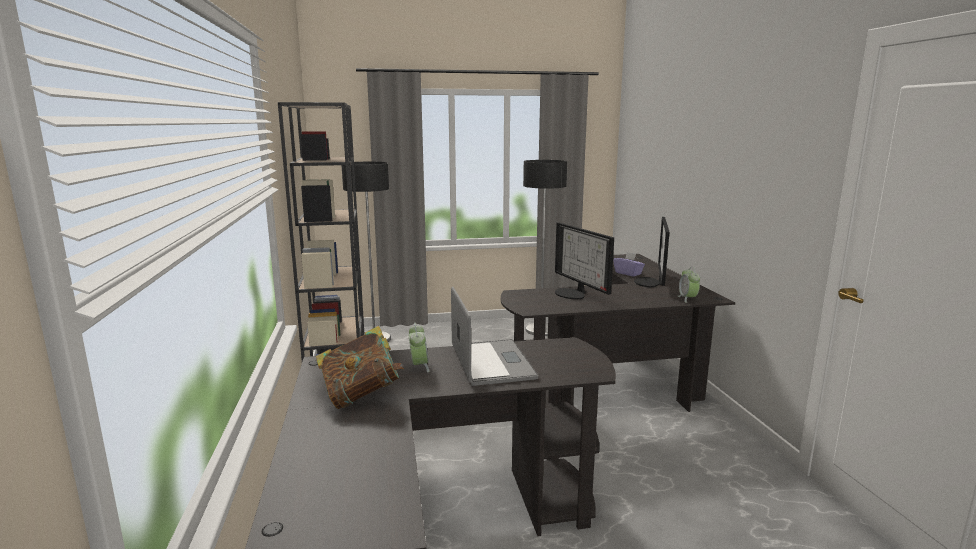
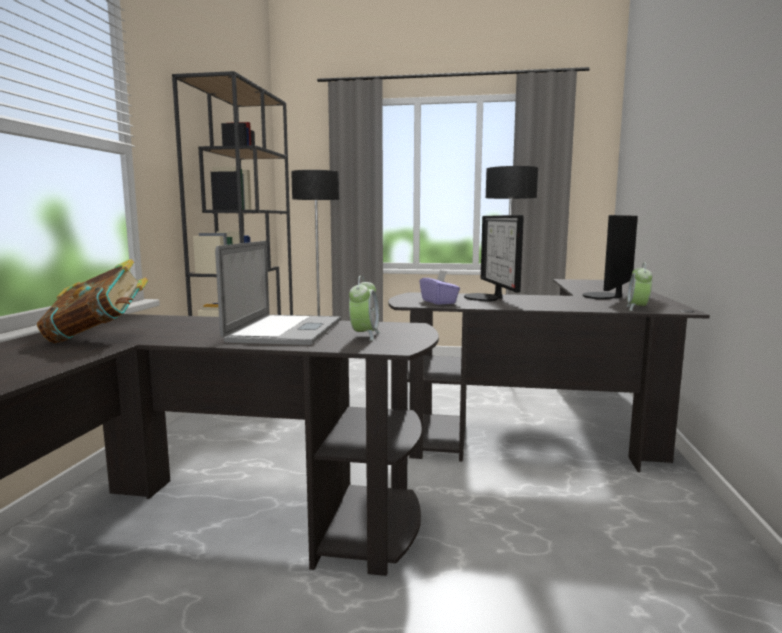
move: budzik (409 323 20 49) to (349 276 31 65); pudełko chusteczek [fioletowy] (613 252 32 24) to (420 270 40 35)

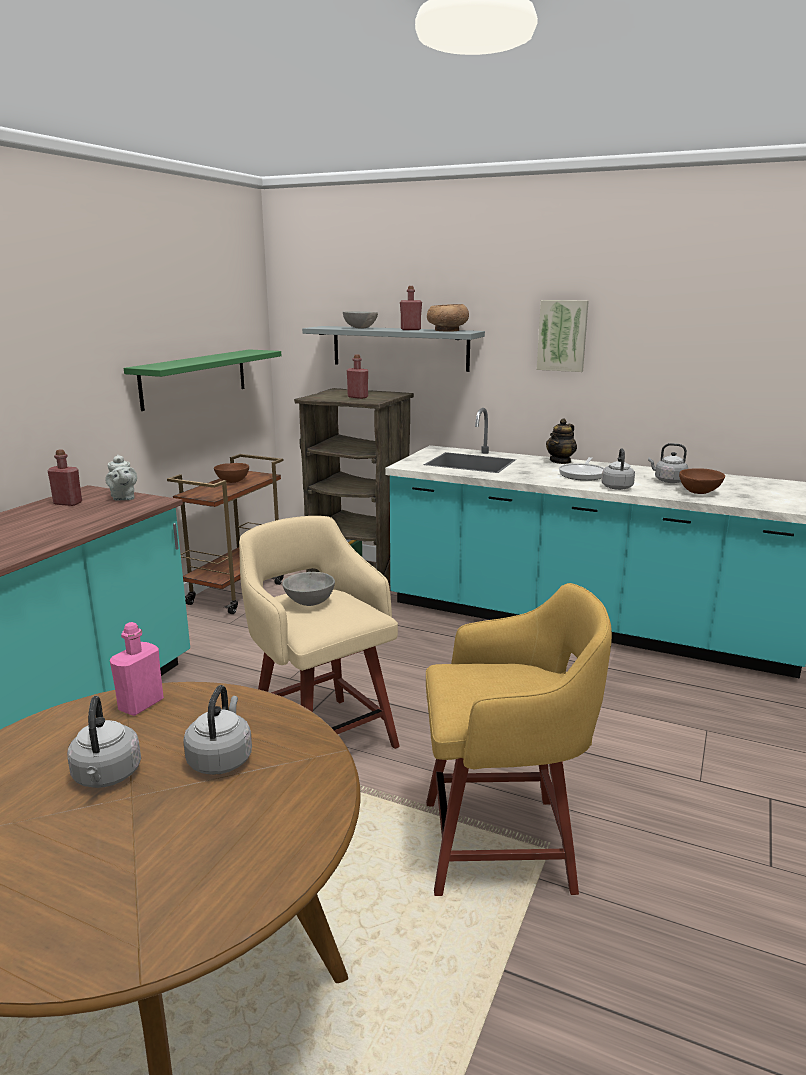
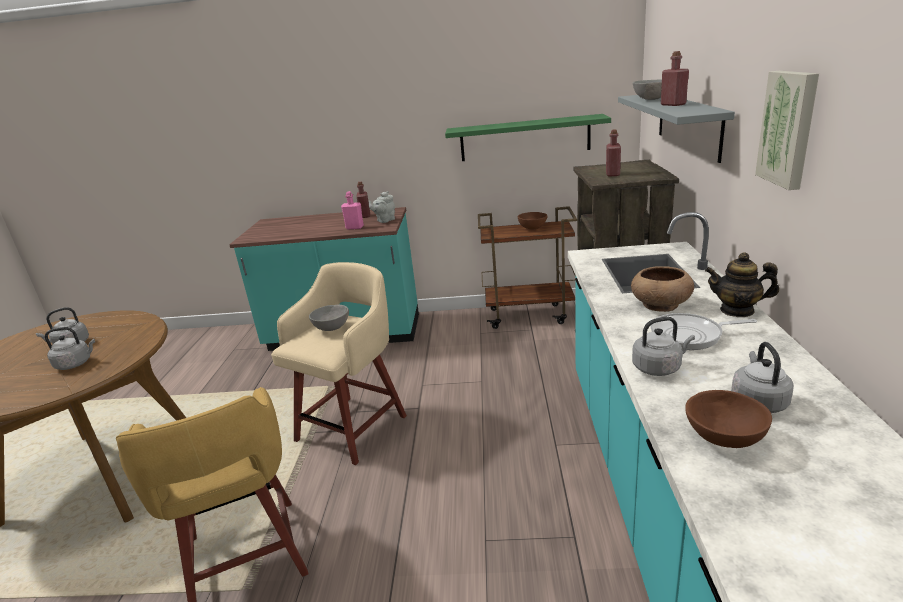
move: butelka [różowy] (110 622 54 94) to (341 191 23 38); miska [brązowy] (427 304 42 28) to (631 266 63 46)

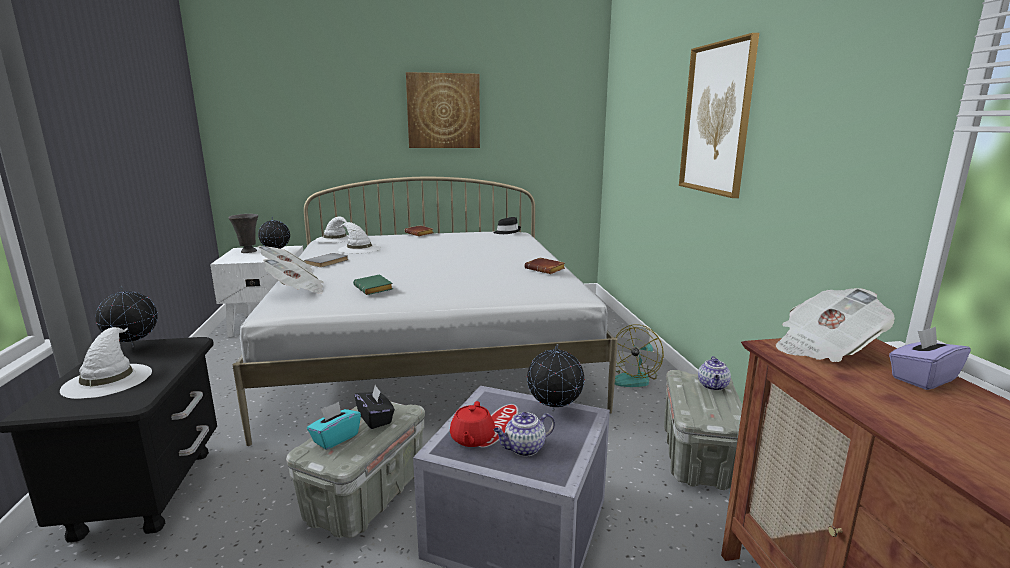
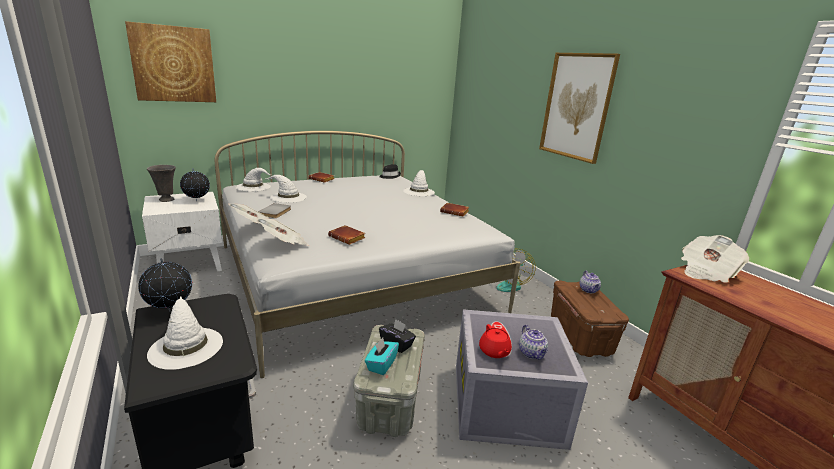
delete: globus (527 344 58 68); pudełko chusteczek [fioletowy] (889 326 82 64)
insert: kapelusz [biały] (403 170 32 26)
move: obraz (406 72 74 76) to (125 21 91 81)
recolor: książka [zielony] (353 274 40 21) to książka [brązowy] (328 225 37 20); pojemnik do przechowywania [szary] (664 370 79 120) to pojemnik do przechowywania [brązowy] (551 281 78 76)
rotate: imbryk (494 412 61 45) = (519 325 29 35) 60 degrees counterclockwise

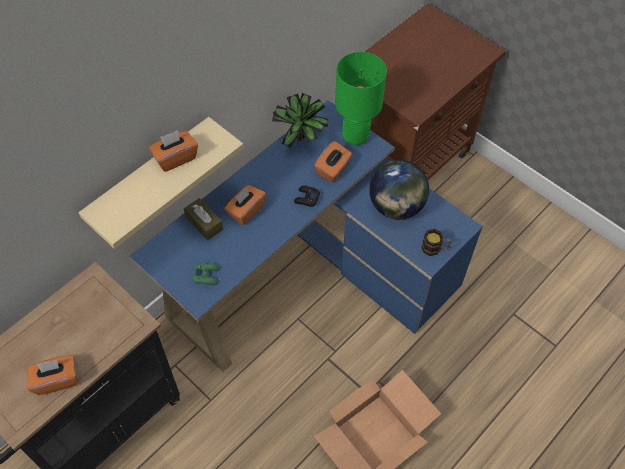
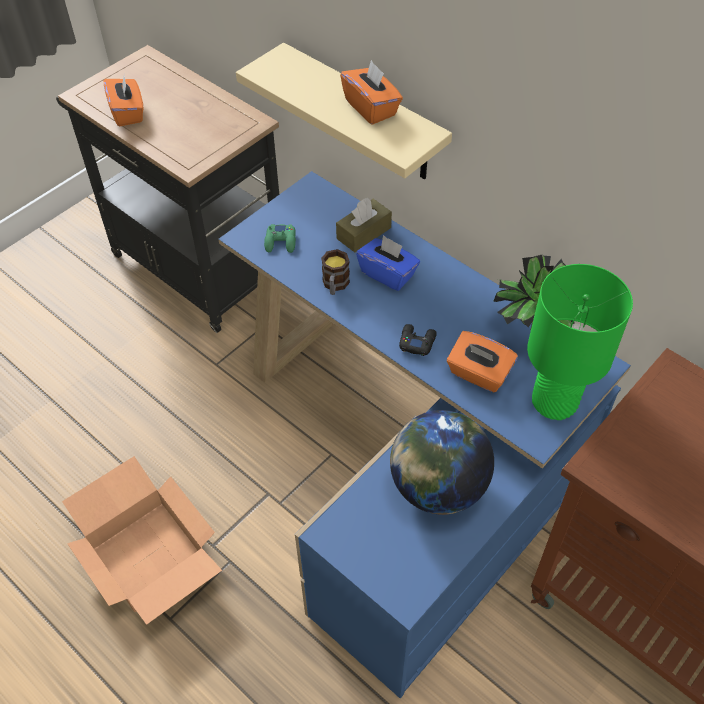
move: kubek (421 229 31 27) to (321 249 29 46)
recolor: pudełko chusteczek [pomarańczowy] (224 185 42 40) to pudełko chusteczek [niebieski] (356 235 64 56)

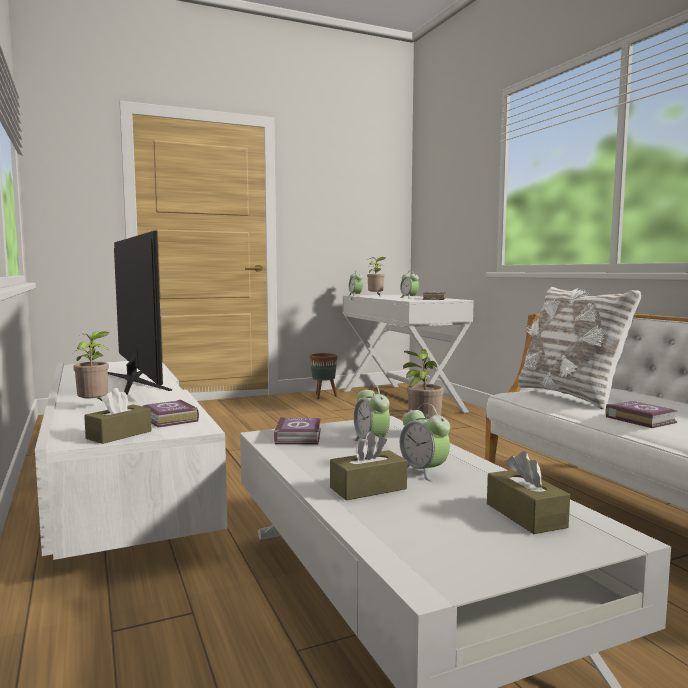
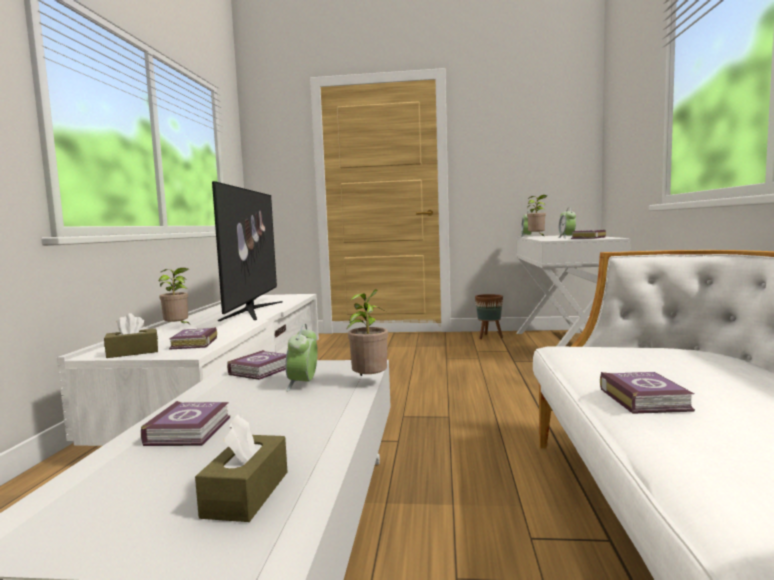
delete: budzik (400 403 50 79); poduszka [biały] (518 287 123 122)
replace: pudełko chusteczek [brązowy] (330 432 77 68) to książka (141 401 89 45)

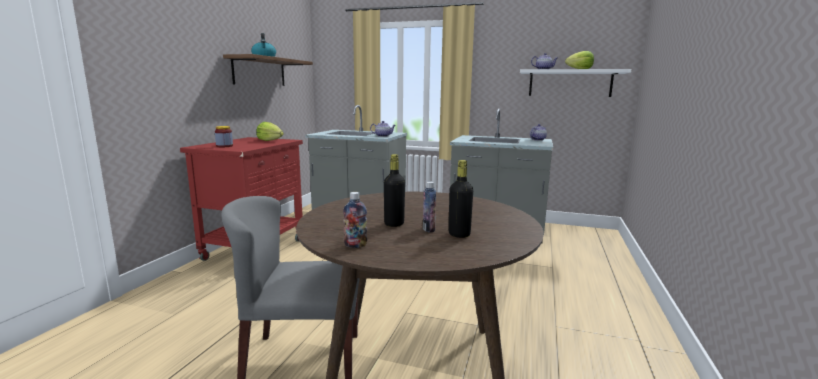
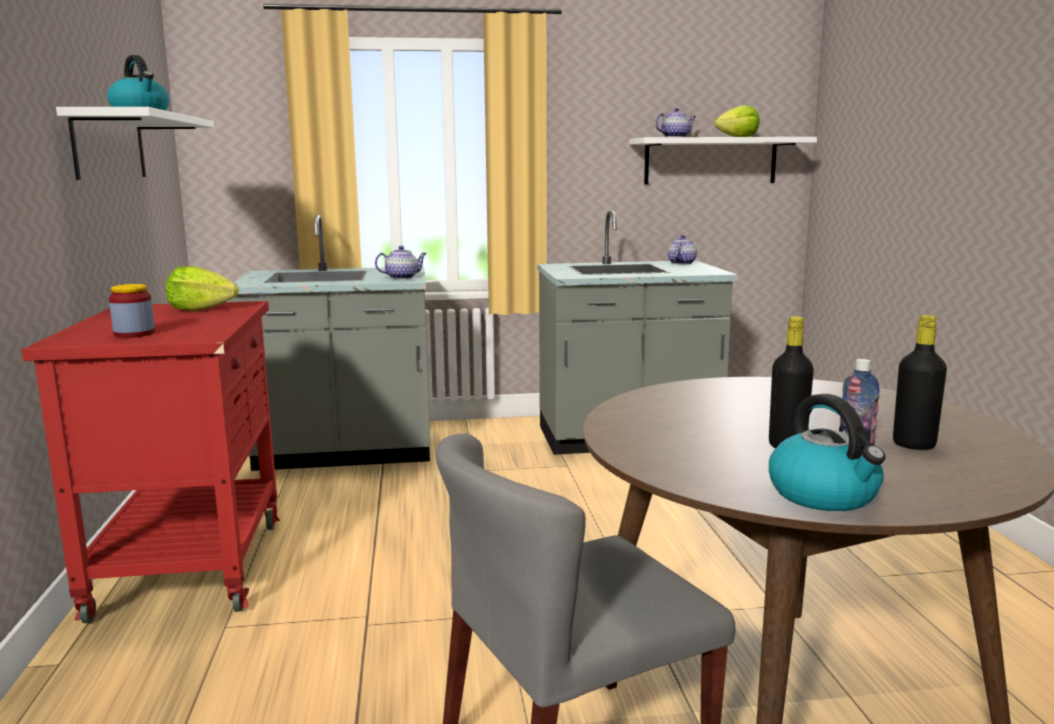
replace: butelka (343 192 24 56) to czajnik (769 394 116 117)
recolor: półka [brązowy] (223 54 90 32) to półka [biały] (56 107 158 73)

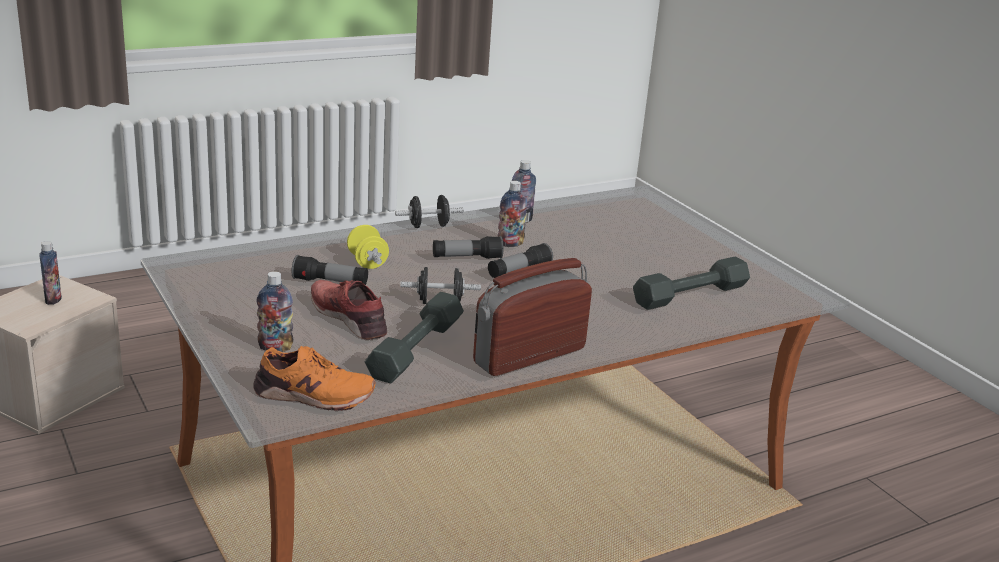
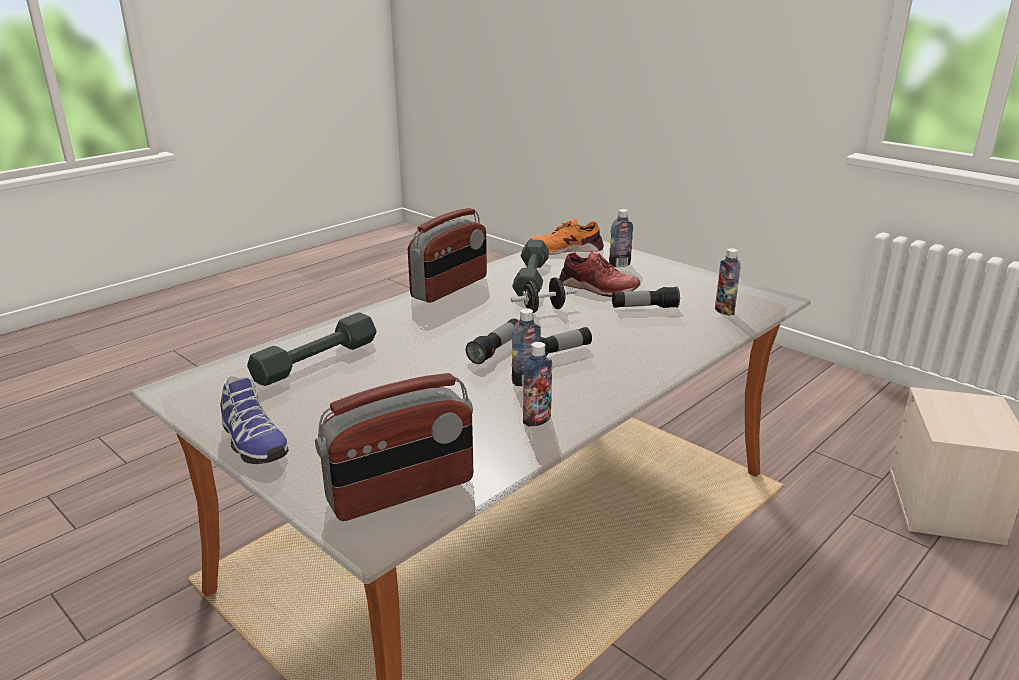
delete: hantel [żółty] (347 225 42 44); hantel [czarny] (395 195 69 33)
insert: but (220 375 69 89); radio (315 373 158 148)
move: butelka (39 241 23 64) to (715 248 26 68)

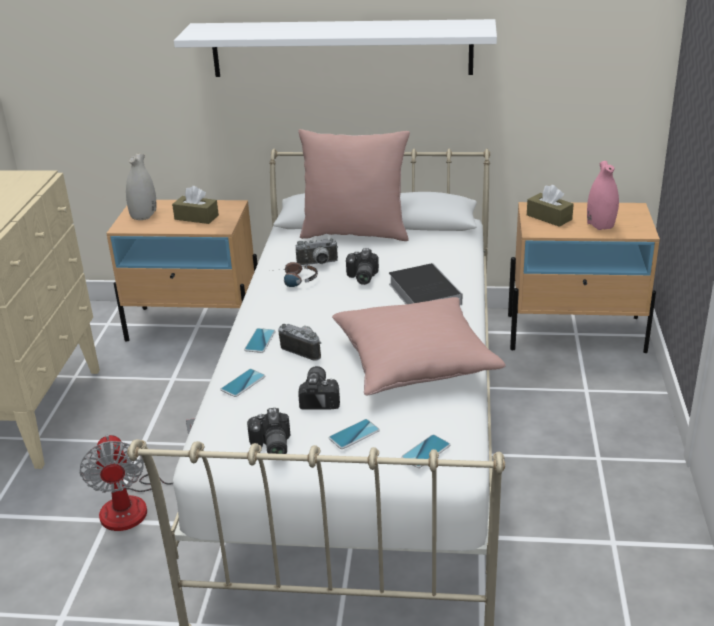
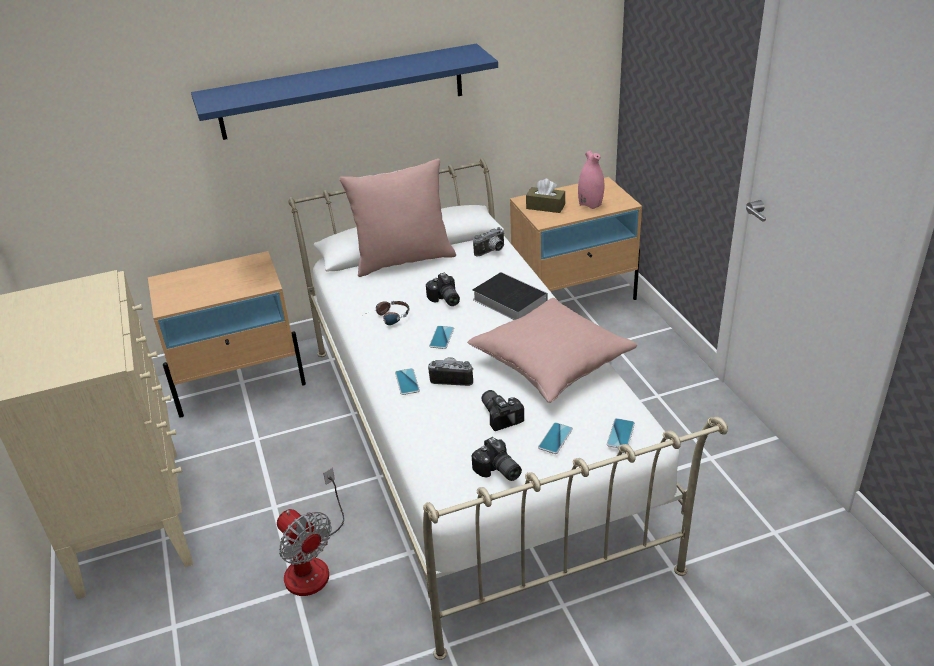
delete: wazon [biały] (126 154 30 66); pudełko chusteczek [brązowy] (172 186 47 38)
move: telefon (221 369 44 28) to (429 326 25 23); aparat fotograficzny (296 238 42 27) to (473 227 32 29)
recolor: półka [biały] (174 19 323 58) to półka [niebieski] (191 43 307 97)

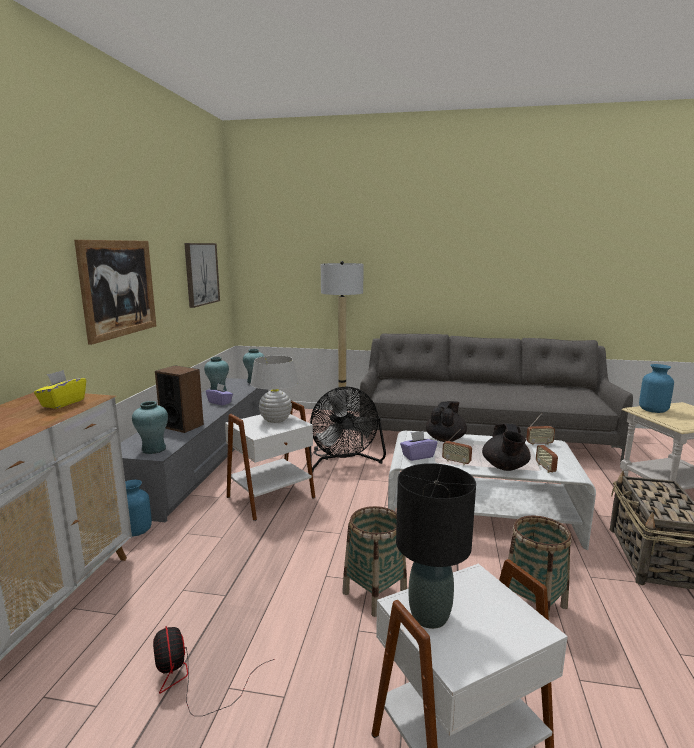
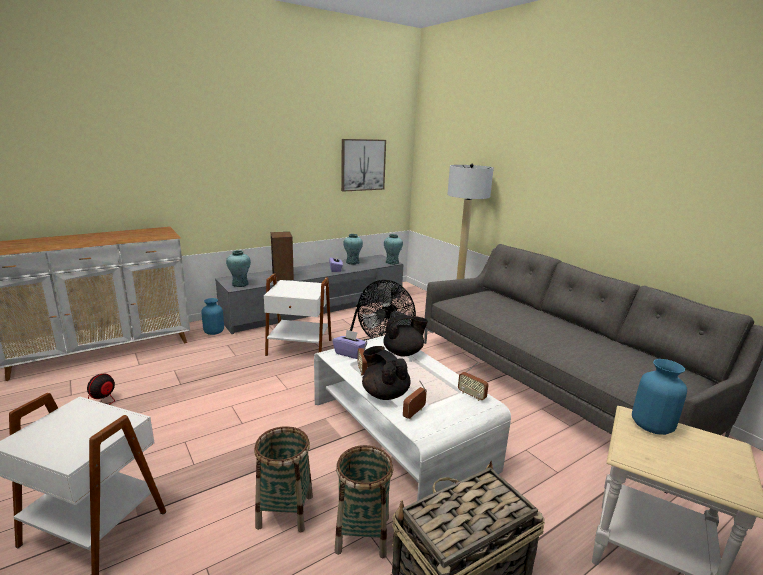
delete: pudełko chusteczek [żółty] (34 370 52 39); obraz (74 240 82 105); lampa stołowa [biały] (250 356 48 67); lampa stołowa [czarny] (396 463 80 166)
move: koszyk (342 506 65 111) to (335 445 58 113)
rotate: imbryk [czarny] (482 424 49 47) = (362 346 49 54) 90 degrees clockwise

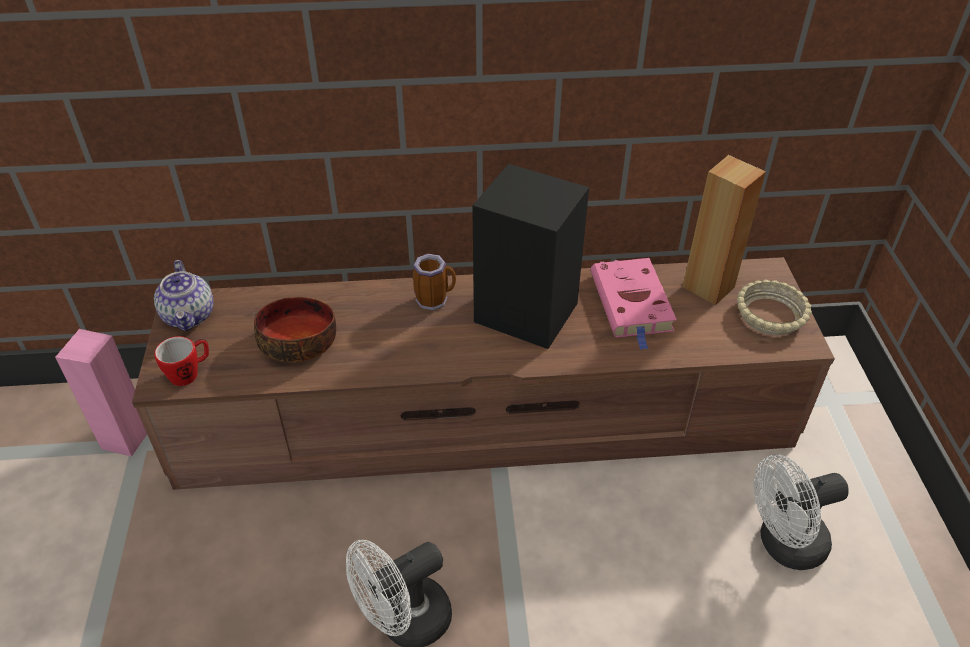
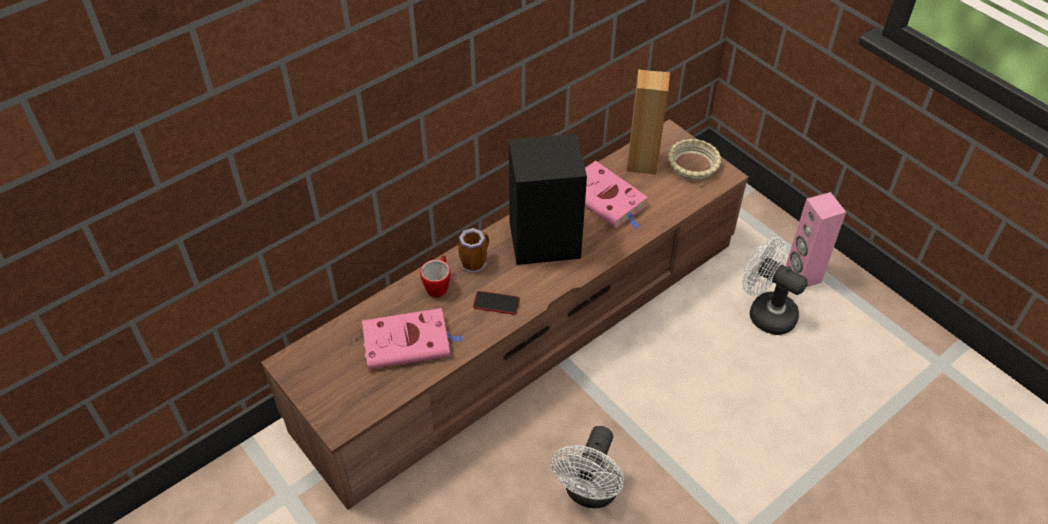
delete: imbryk (154 260 60 71)
insert: telefon (473 291 47 24)
move: głośnik [różowy] (55 329 92 128) to (786 192 60 95); kubek (154 336 55 50) to (420 256 31 41)
replace: miska (254 297 82 65) to książka [różowy] (362 308 102 62)
rotate: wentylator [biały] (754 455 95 115) = (742 237 66 98) 90 degrees clockwise

